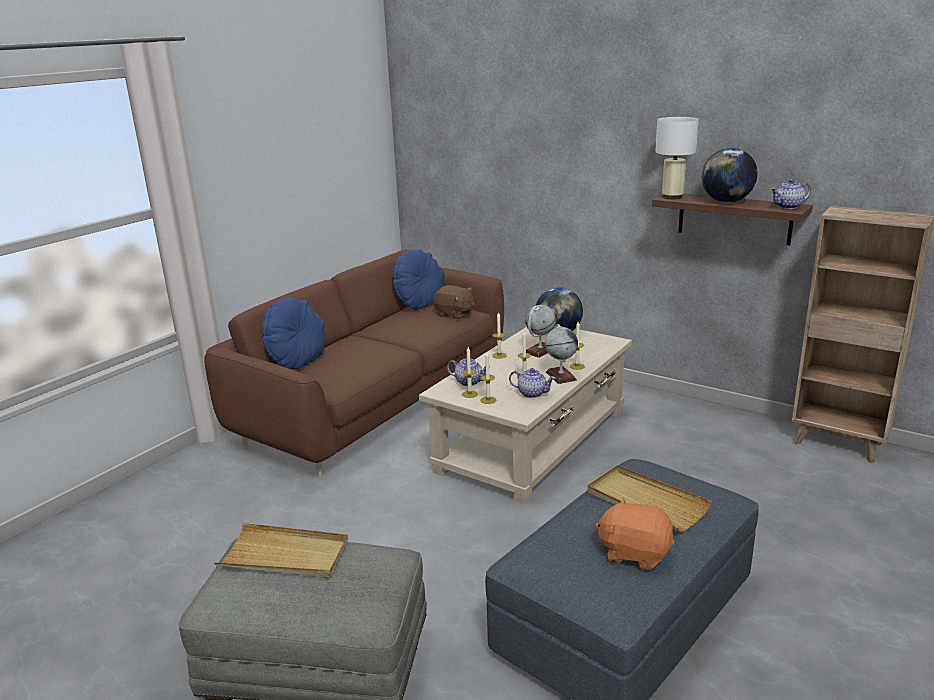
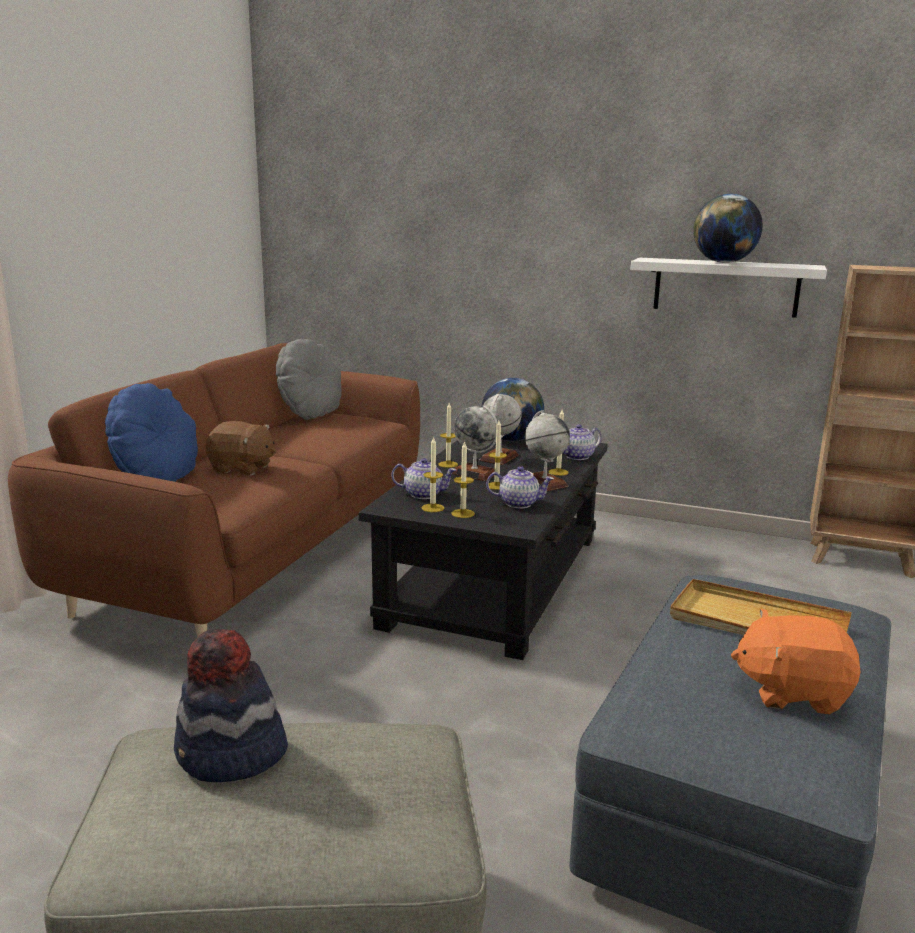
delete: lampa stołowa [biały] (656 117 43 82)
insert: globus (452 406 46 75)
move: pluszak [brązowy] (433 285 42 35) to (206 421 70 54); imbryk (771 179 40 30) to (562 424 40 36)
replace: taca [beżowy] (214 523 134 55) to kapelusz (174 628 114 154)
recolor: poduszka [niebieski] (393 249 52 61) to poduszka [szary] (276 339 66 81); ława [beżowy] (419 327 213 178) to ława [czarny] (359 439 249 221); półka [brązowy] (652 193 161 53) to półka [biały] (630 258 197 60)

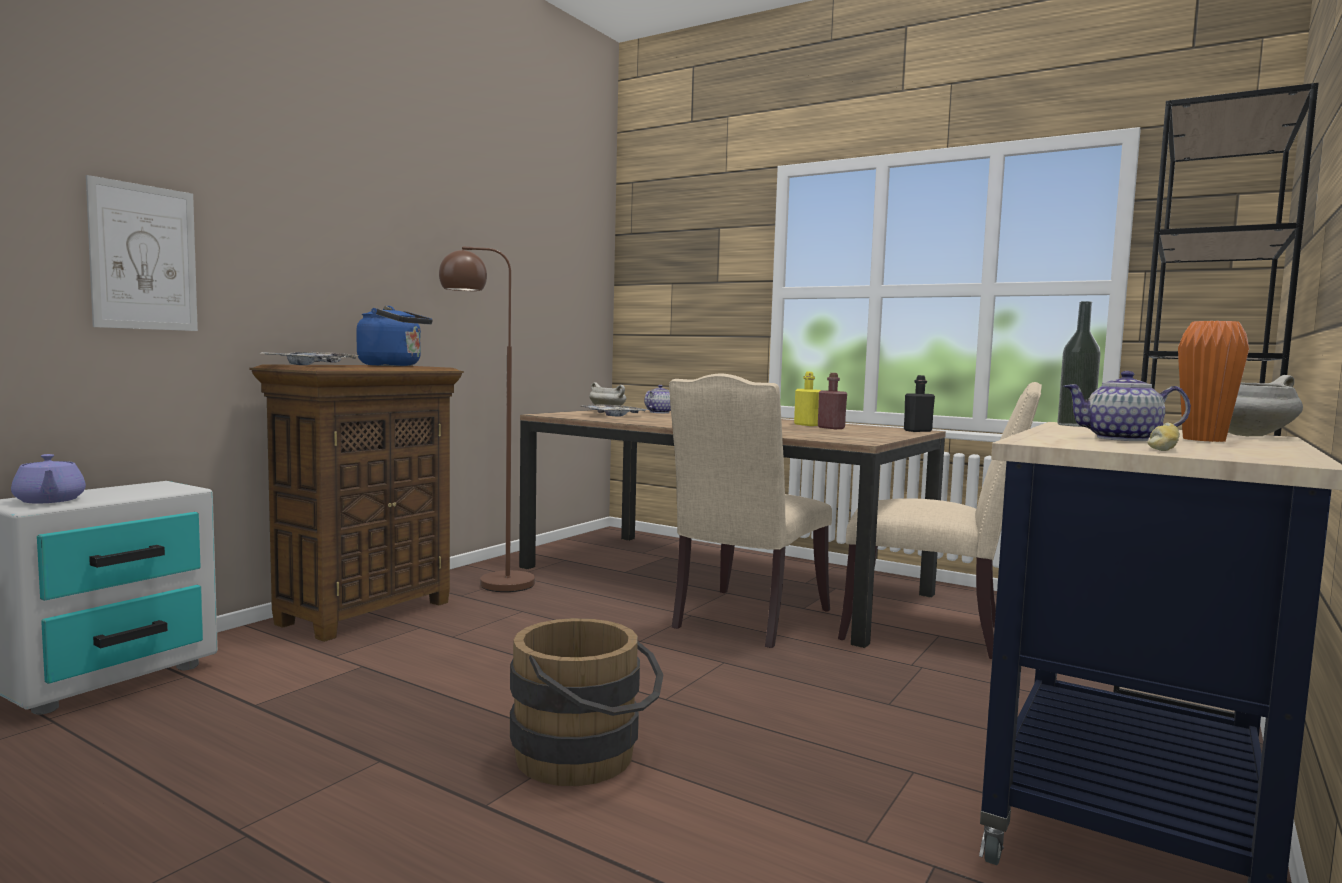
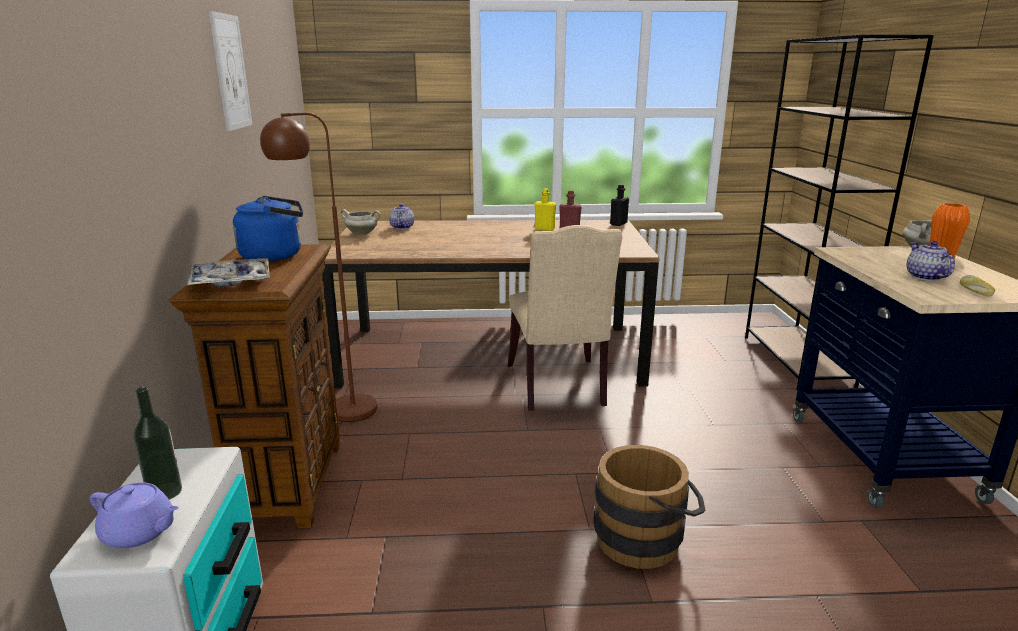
delete: taca (580 404 68 13); krzesło [beżowy] (838 382 204 277)
move: obraz (86 175 112 156) to (209 11 44 120); butelka (1057 301 44 126) to (133 387 49 113)
rotate: imbryk (1063 371 128 70) = (906 241 49 40) 105 degrees clockwise

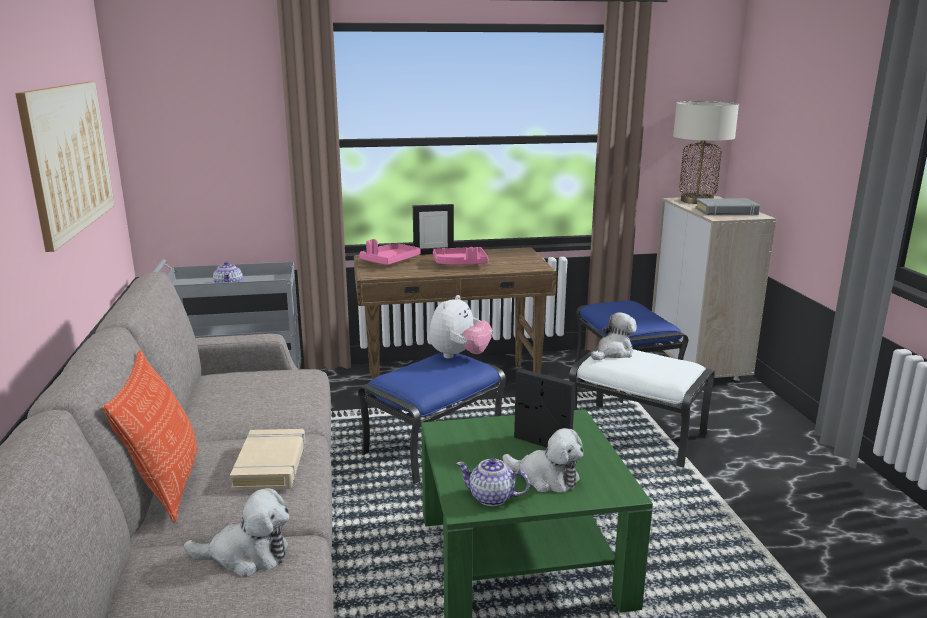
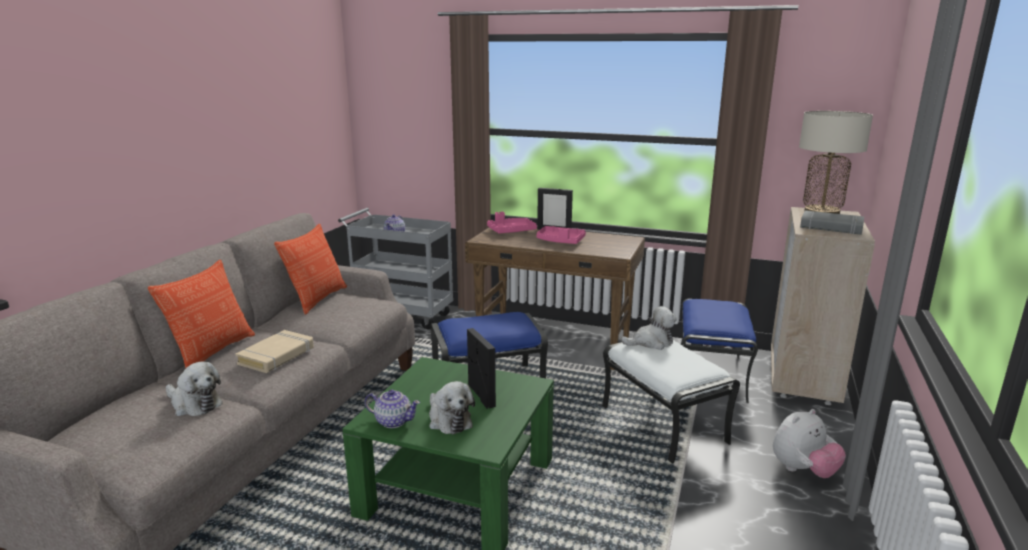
delete: obraz (15 82 100 170)
insert: poduszka [pomarańczowy] (274 224 73 91)
move: pluszak (429 295 63 64) to (773 409 73 69)
rotate: imbryk (456 458 74 48) = (365 390 55 38) 150 degrees clockwise

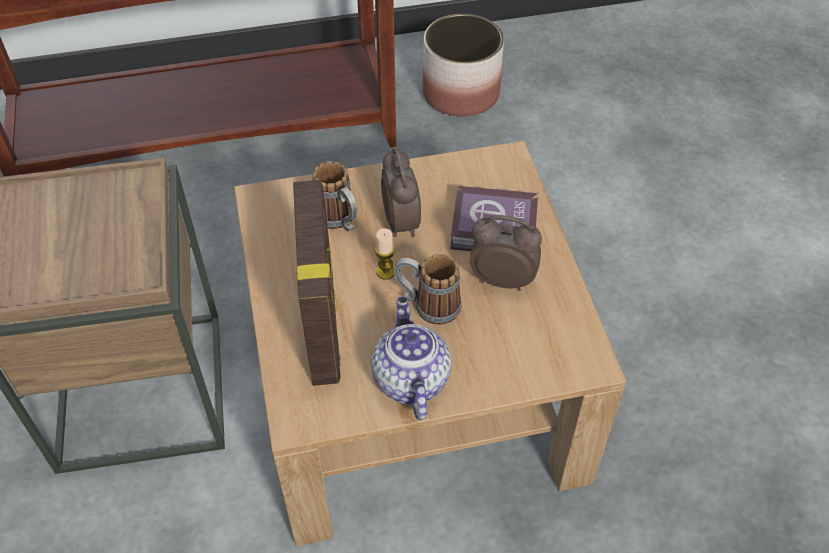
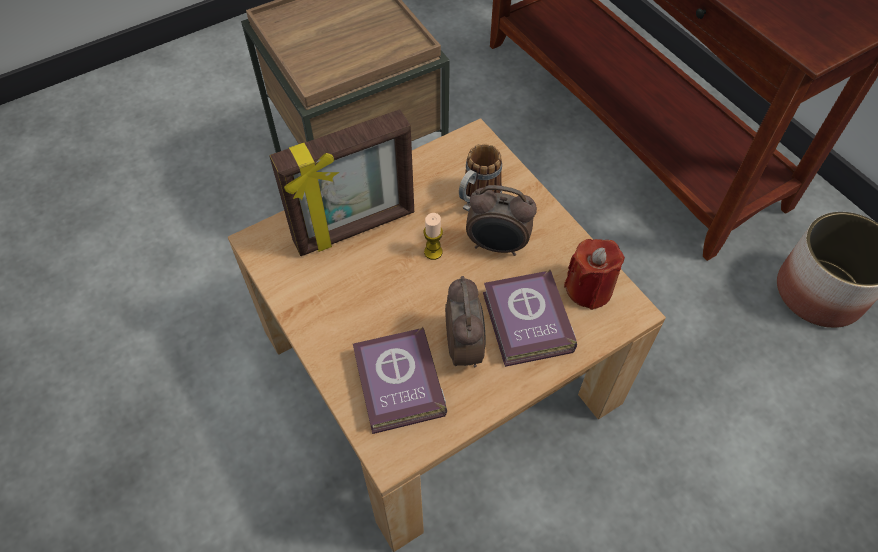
delete: imbryk (372 297 79 123); kubek (394 254 68 71)
insert: książka (353 327 94 107); świeca [czerwony] (564 239 61 71)
rotate: budzik (381 147 40 90) = (466 185 71 71) 45 degrees clockwise

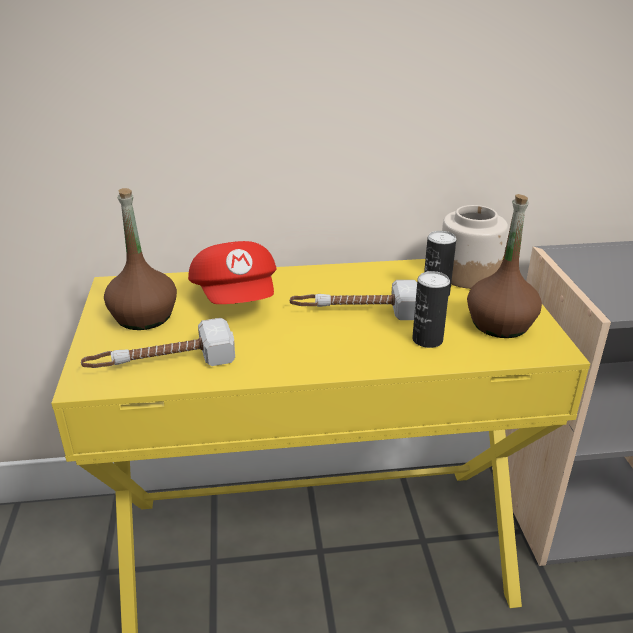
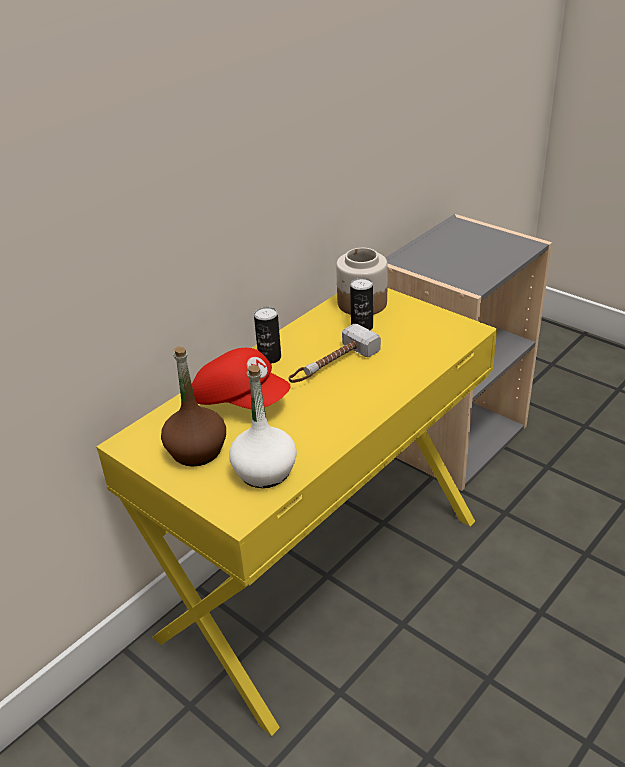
delete: butelka [brązowy] (467 194 75 144)
move: puszka (412 271 38 77) to (254 307 27 57)
replace: młotek (81 318 154 50) to butelka [biały] (229 365 68 123)

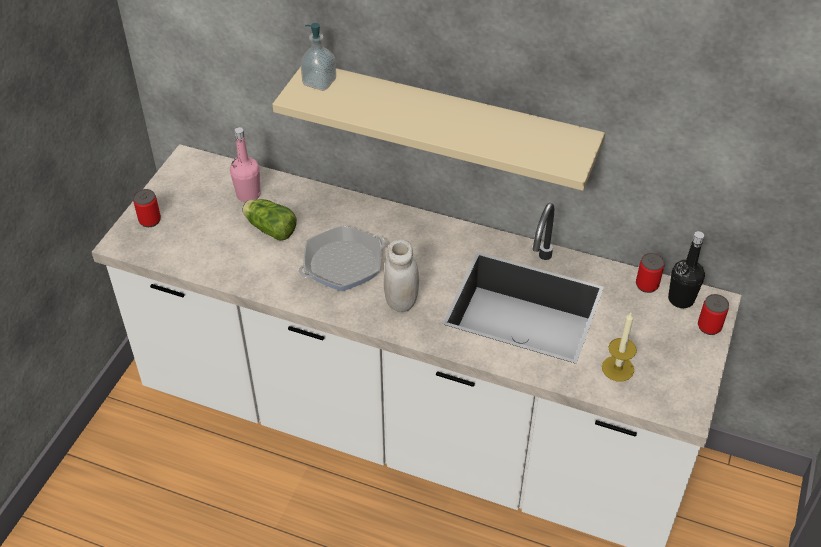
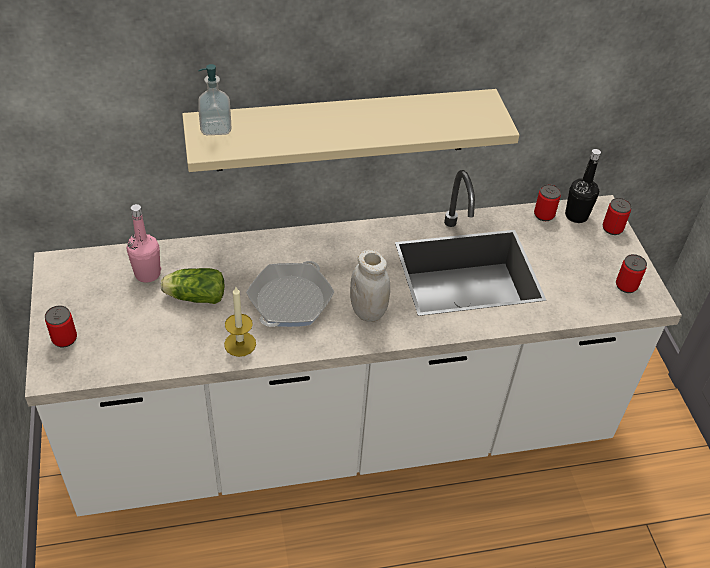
insert: puszka (616 254 31 39)
move: świeca (602 313 35 68) to (224 287 32 70)

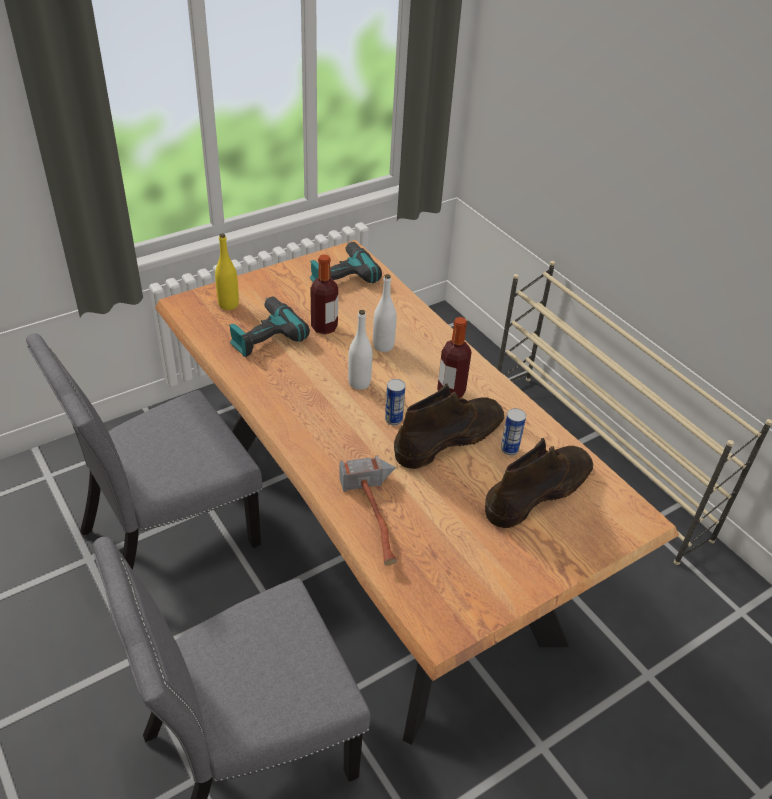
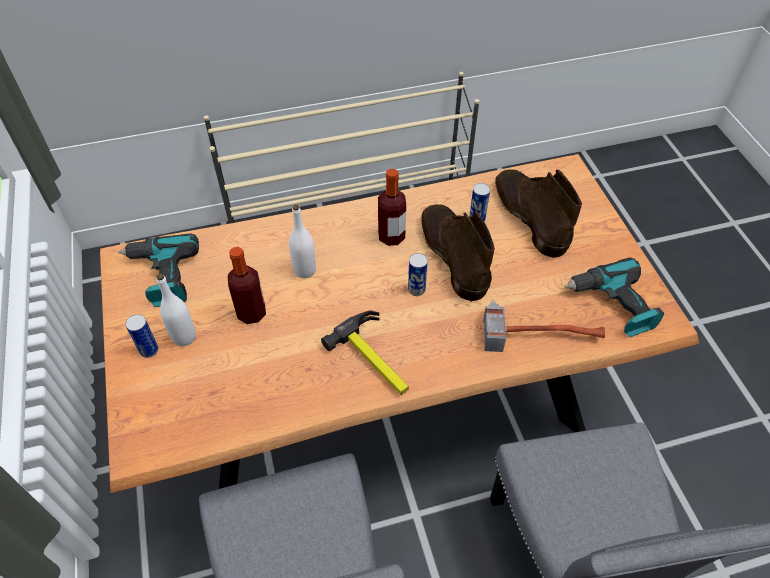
delete: butelka [żółty] (215 233 24 77)
insert: puszka (125 314 33 44); młotek (321 310 88 85)
move: wiertarka (229 296 81 61) to (564 258 100 79); butelka [biały] (348 310 24 80) to (156 274 40 72)

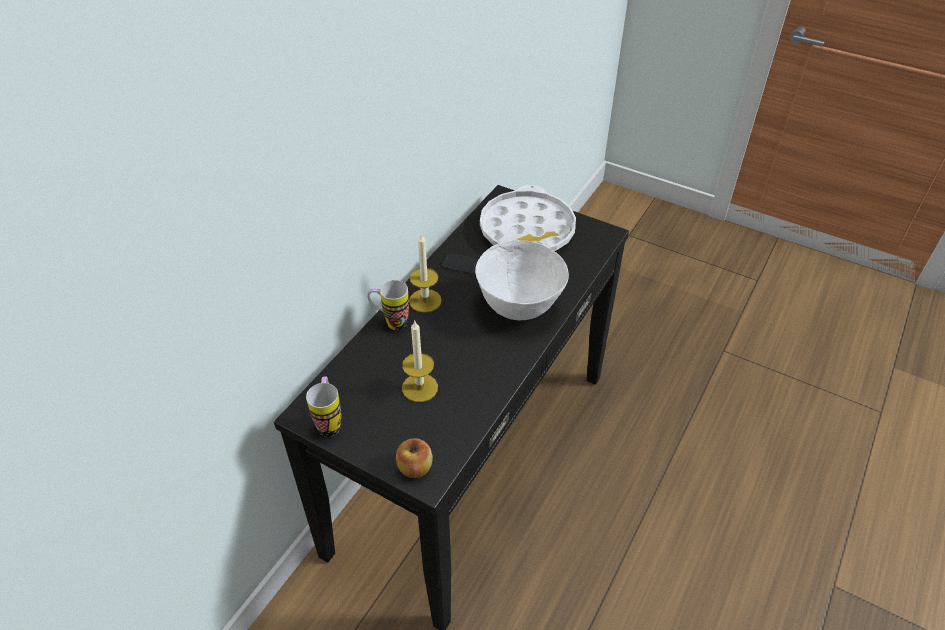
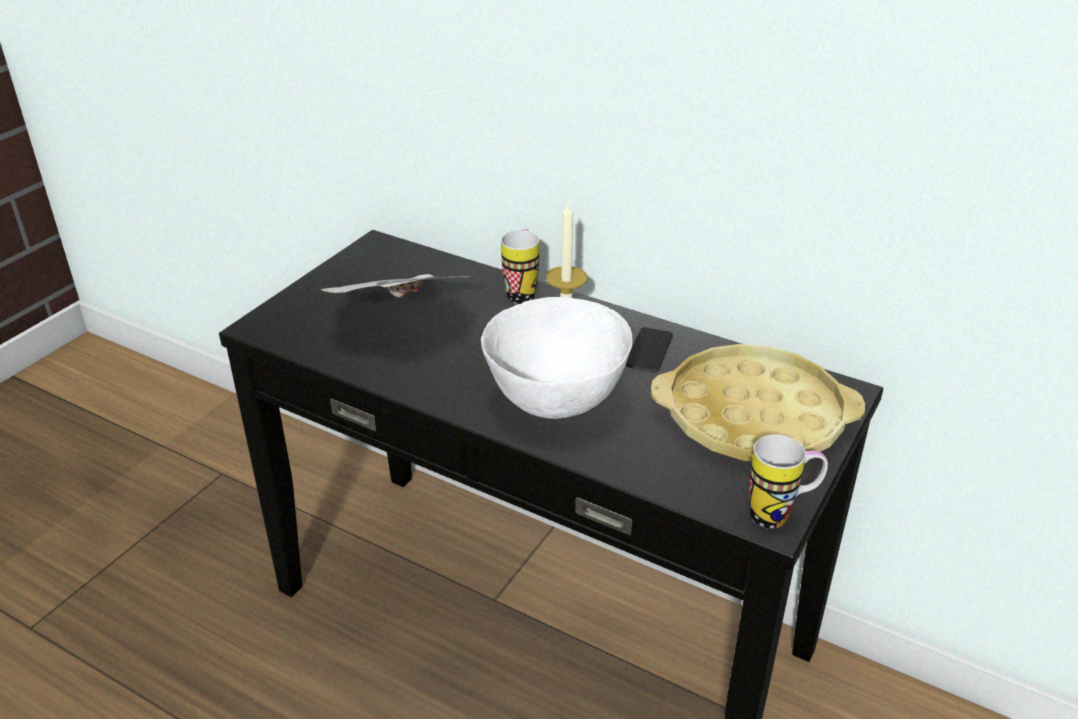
delete: jabłko (396 438 37 40)
move: kubek (306 376 35 61) to (749 435 79 94)
replace: świeca (402 320 36 82) to gazeta (320 274 153 24)
recolor: taca [biały] (480 185 96 66) to taca [żółty] (651 344 214 118)

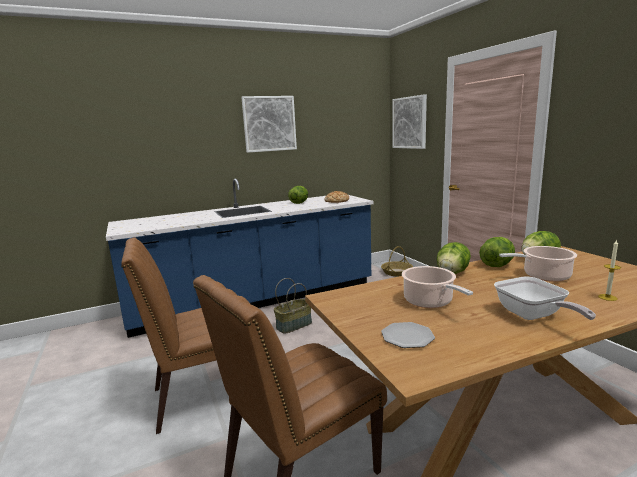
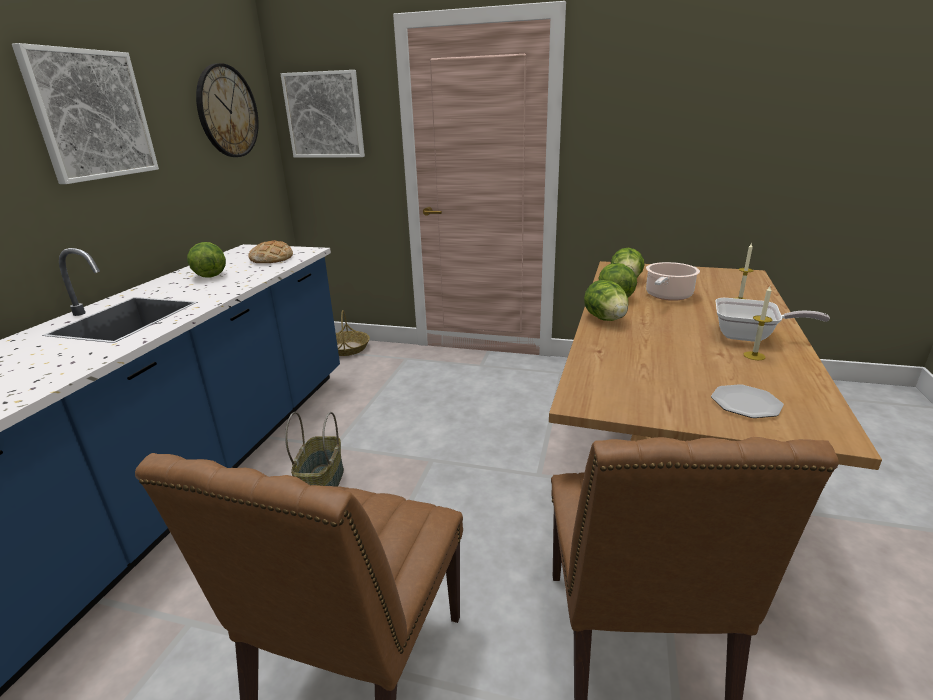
delete: garnek (402 266 71 42)
insert: zegar ścienny (196 63 63 94); świeca (744 286 28 74)

